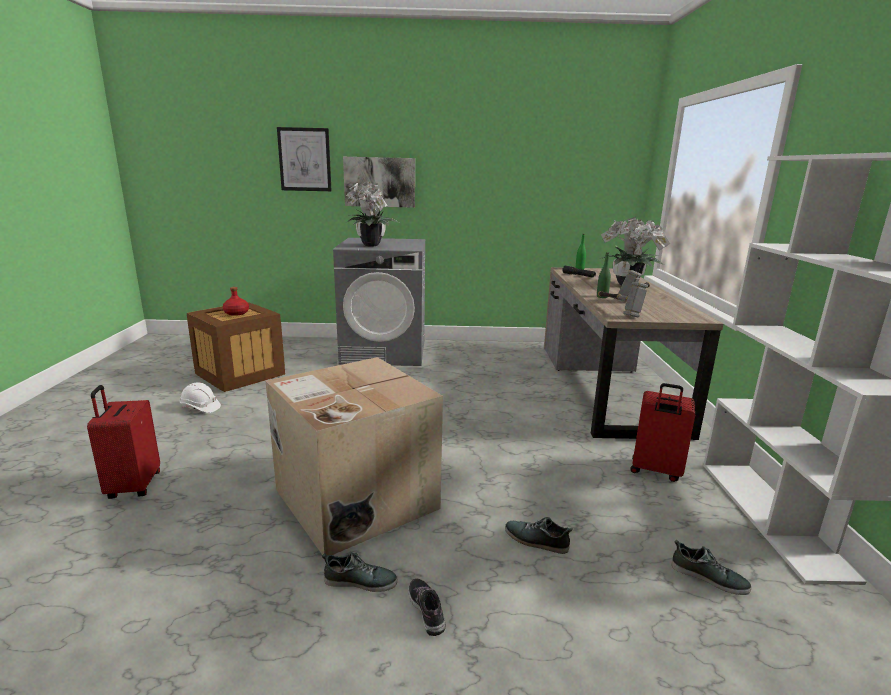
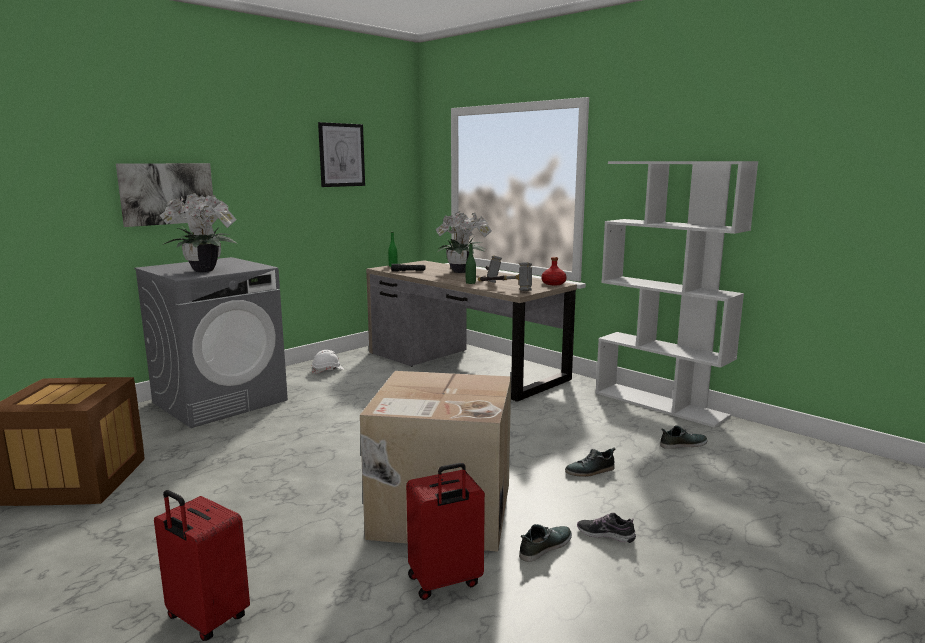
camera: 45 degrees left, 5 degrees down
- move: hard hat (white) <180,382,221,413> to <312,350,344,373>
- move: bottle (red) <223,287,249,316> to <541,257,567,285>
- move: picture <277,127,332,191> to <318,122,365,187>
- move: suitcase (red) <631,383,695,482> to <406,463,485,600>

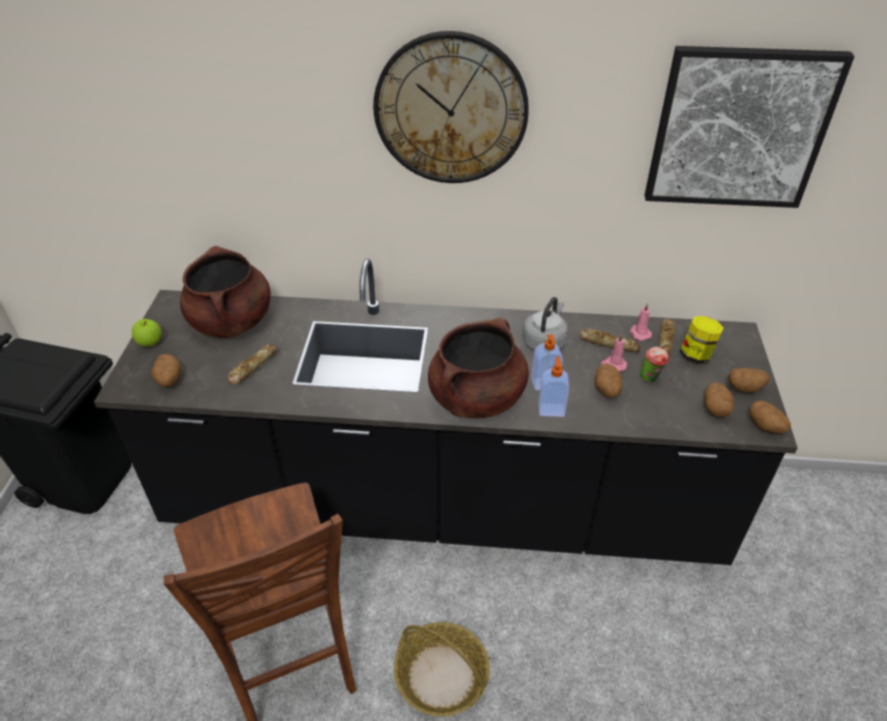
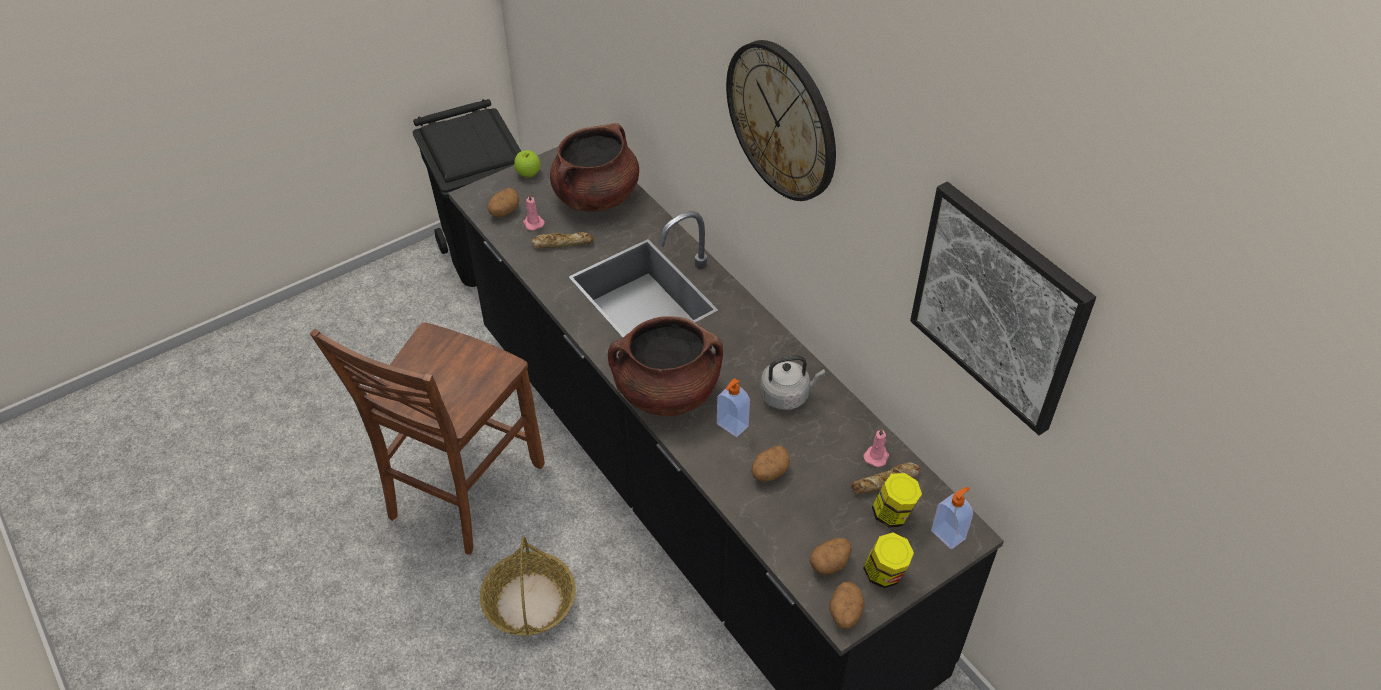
camera: 50 degrees right, 5 degrees up
- delete: bread <580,329,641,352>
- delete: cup <640,347,669,382>
- move: soap dispenser <539,357,569,417> to <931,487,973,549>
- move: candle (pink) <601,334,627,371> to <523,193,545,230>
- replace: potato <728,368,770,393> to jar <863,533,914,588>

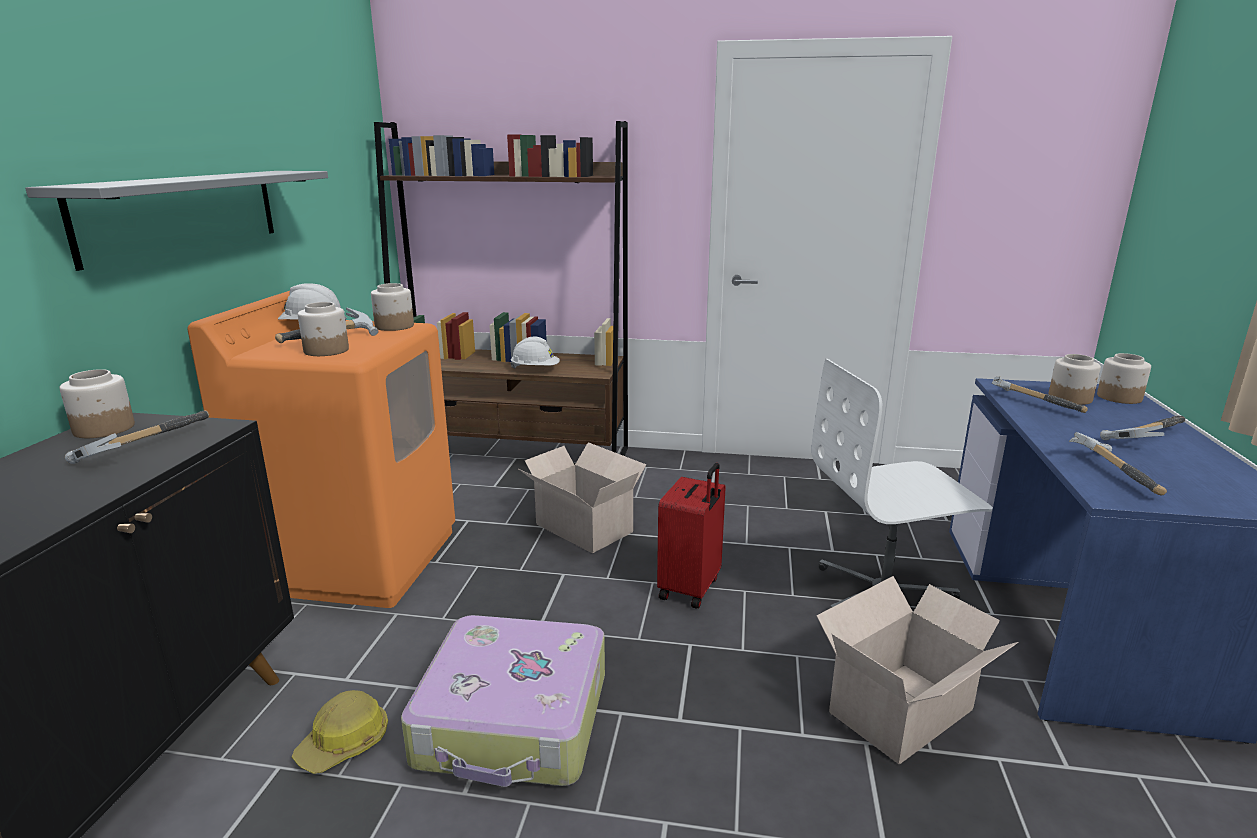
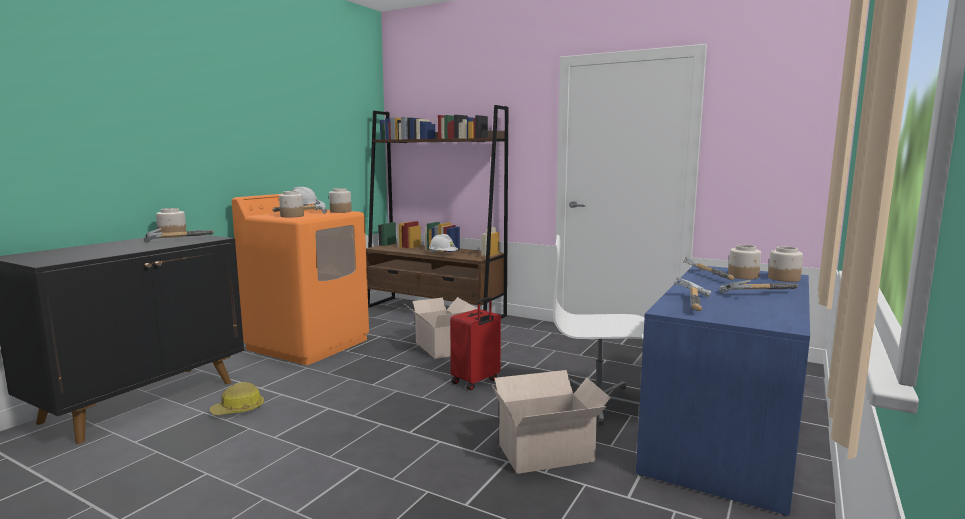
camera: 20 degrees right, 10 degrees down
- delete: shelf (grey) <25,171,328,271>
- delete: suitcase <401,615,605,787>

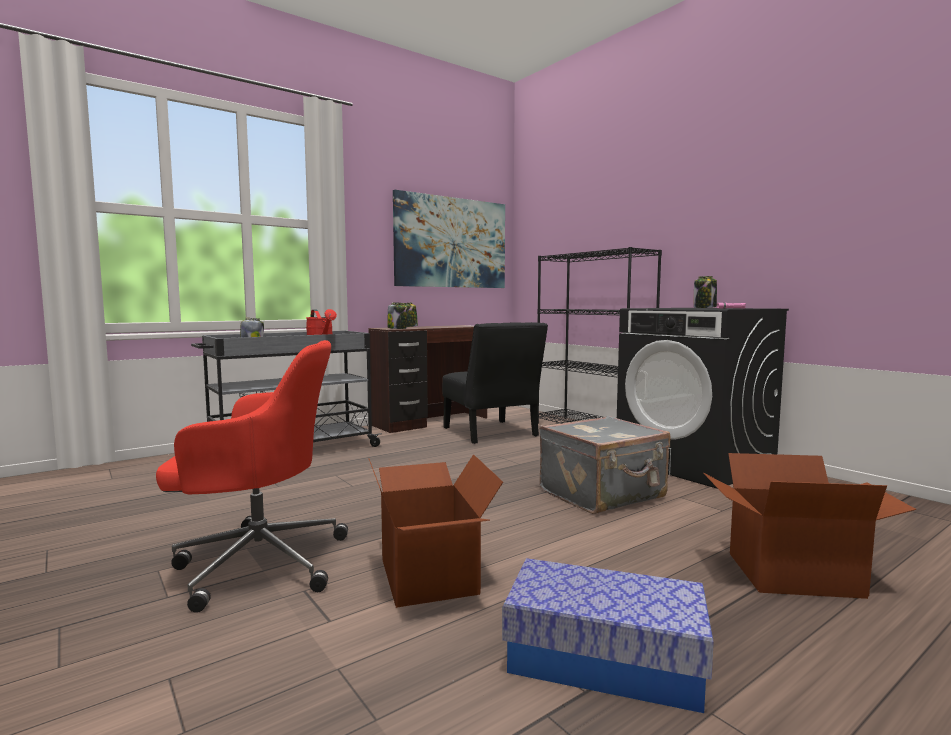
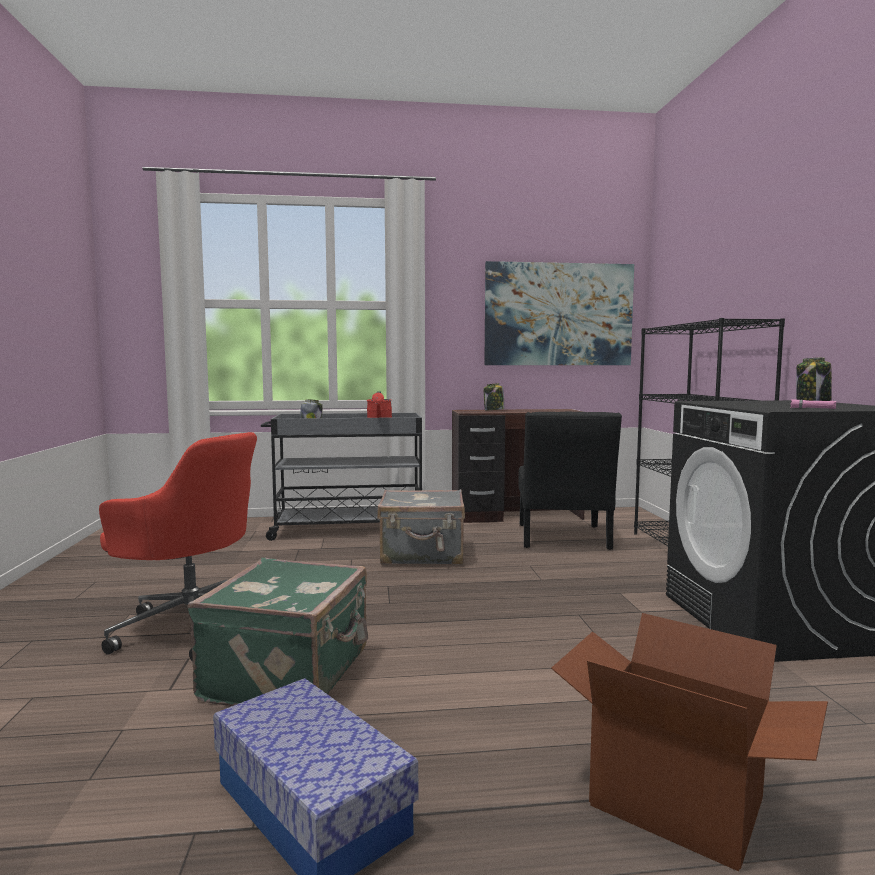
camera: 30 degrees right, 0 degrees up
- delete: jar <387,302,407,329>
- move: suitcase (grey) <539,416,671,514> to <377,489,465,564>
- replace: cardboard box <368,454,503,608> to suitcase (green) <187,558,368,706>

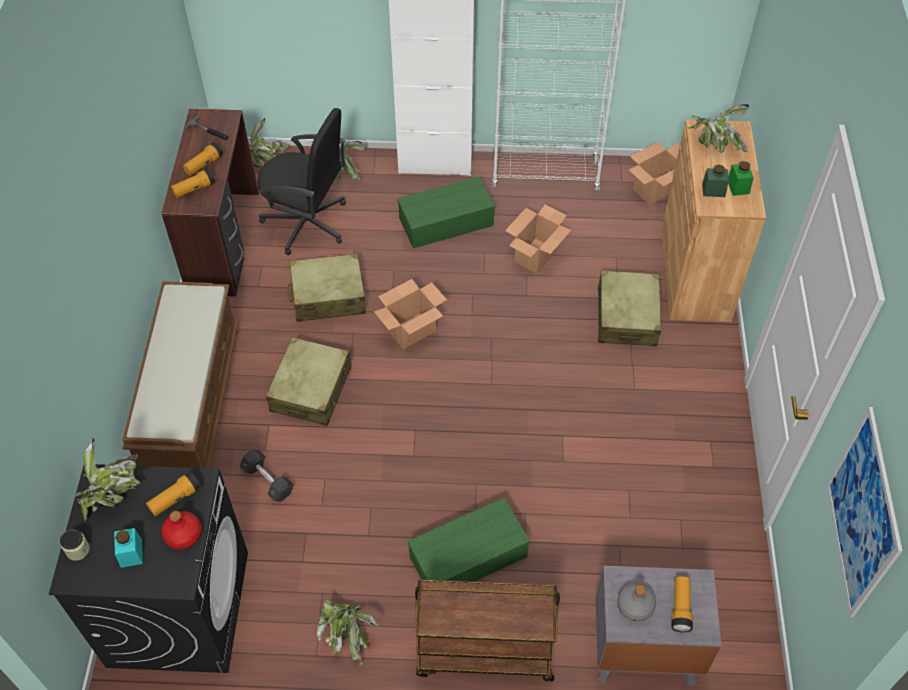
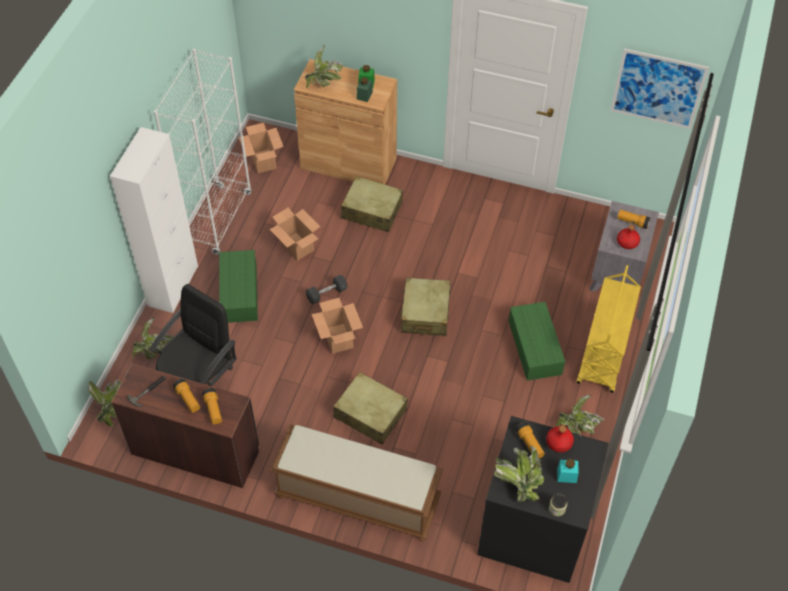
camera: 75 degrees left, 0 degrees up
- move: dumbbell (grey) <240,449,294,502> to <306,275,347,304>
- move: suitcase (beige) <287,254,366,322> to <401,278,451,336>
- recolor: cart (brown) <415,579,560,682> to cart (yellow) <577,265,641,393>
- recolor: bottle (grey) <617,583,656,621> to bottle (red) <617,225,640,249>

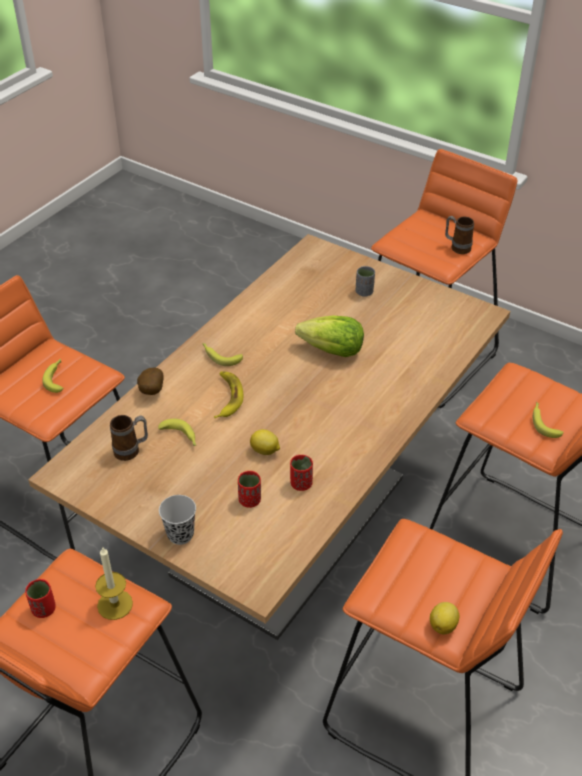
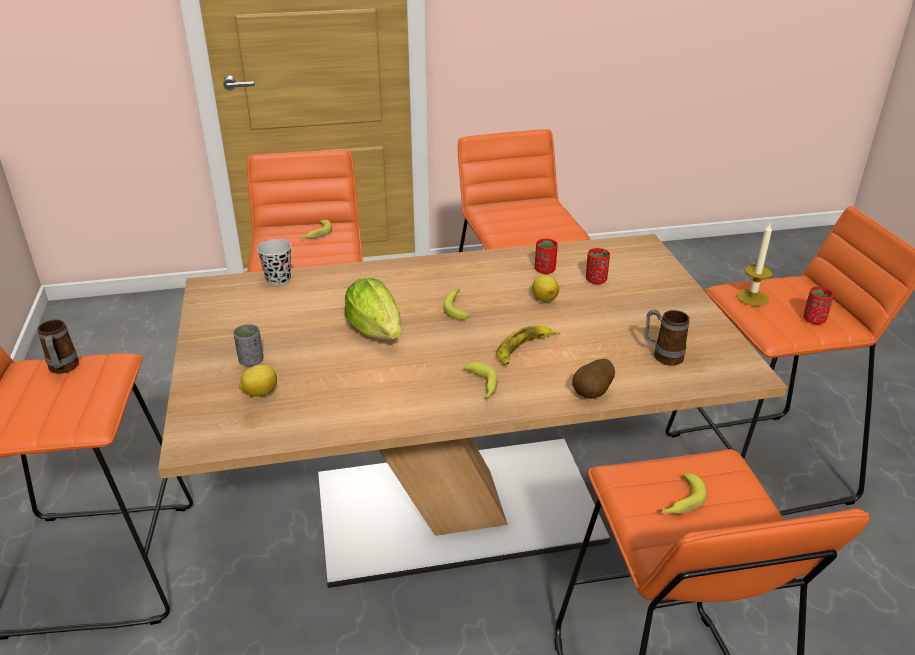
camera: 135 degrees left, 10 degrees down
- move: banana <158,419,197,446> to <443,287,470,320>
- move: cup (black) <159,495,196,545> to <257,239,291,286>
- move: lemon <430,602,459,635> to <239,365,277,397>

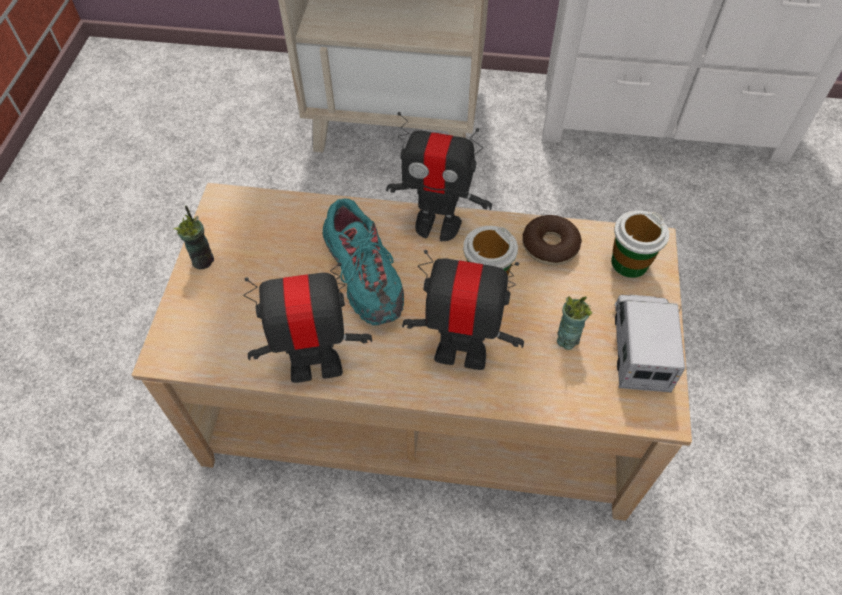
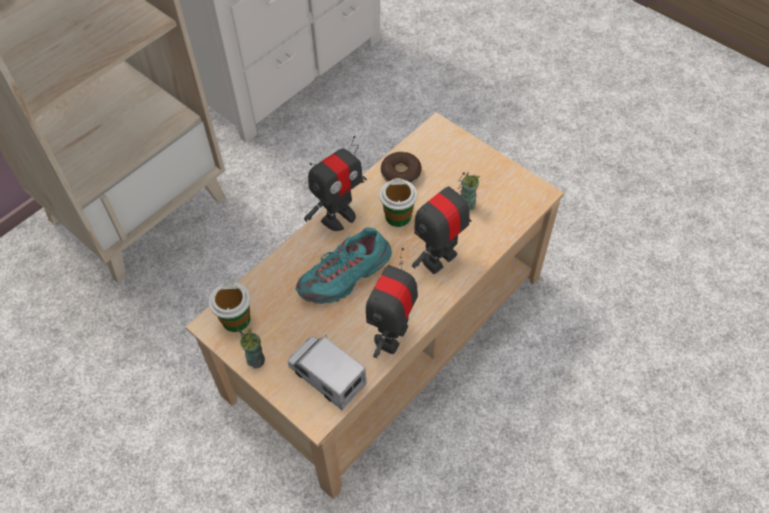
camera: 55 degrees left, 0 degrees up
- move: cup <611,210,669,278> to <209,282,250,332>
- move: toy truck <614,295,685,392> to <288,335,367,410>
- rotate: shoe (turquoise) <323,199,404,325> = <296,227,392,304> 135 degrees clockwise

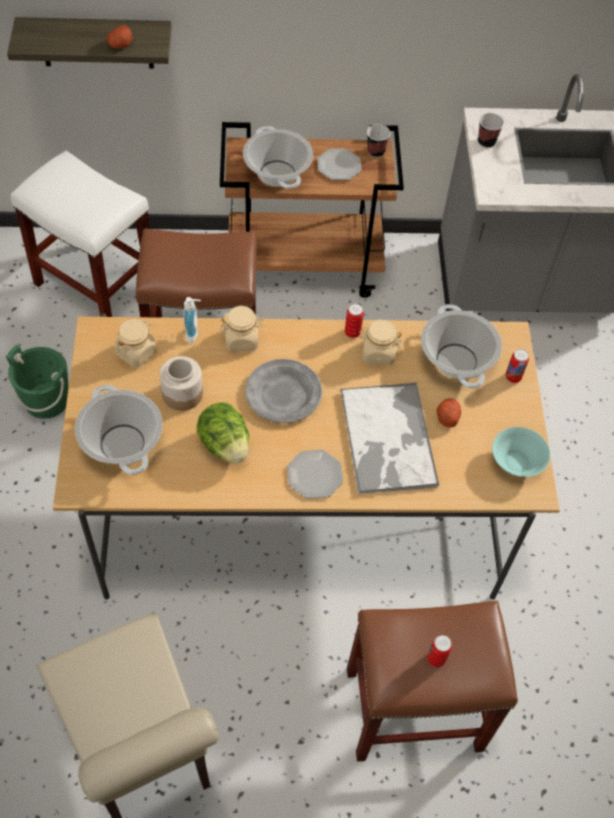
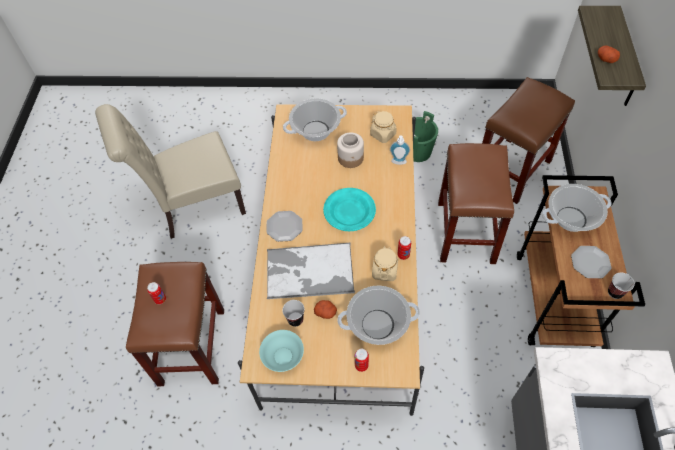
camera: 100 degrees right, 0 degrees up
- delete: lettuce <197,402,249,463>
- delete: jar (beige) <220,306,264,351>
- move: cup <478,113,504,148> to <282,300,304,327>
- recolor: stool (white) <11,150,150,317> to stool (brown) <482,77,575,204>
- recolor: plate (grey) <245,359,322,423> to plate (turquoise) <323,188,376,231>

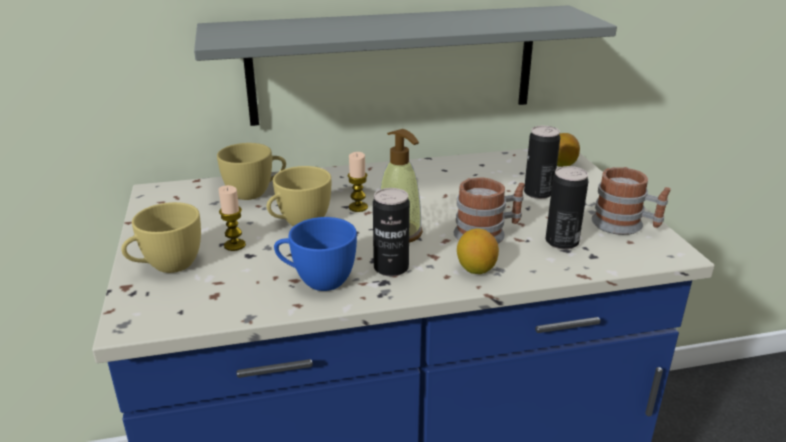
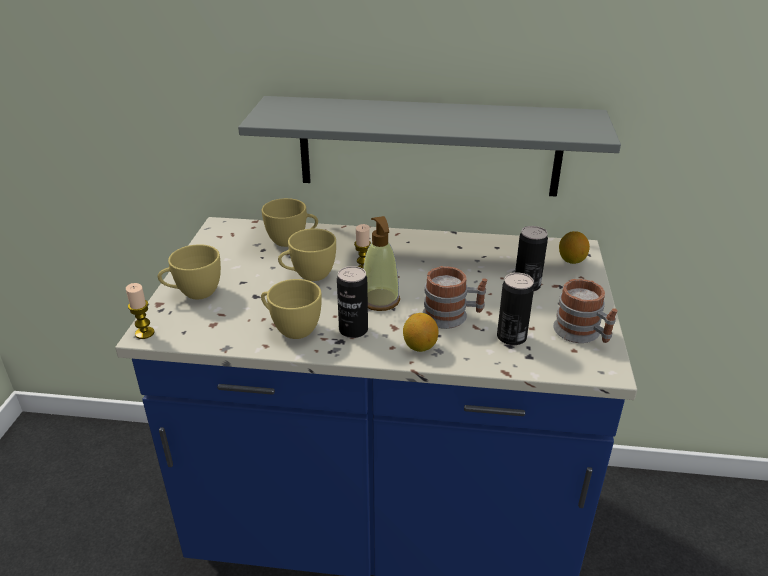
camera: 20 degrees right, 5 degrees up
- move: candle <218,185,246,251> to <126,283,155,339>
- recolor: cup (blue) <274,217,357,291> to cup (yellow) <261,279,322,339>

